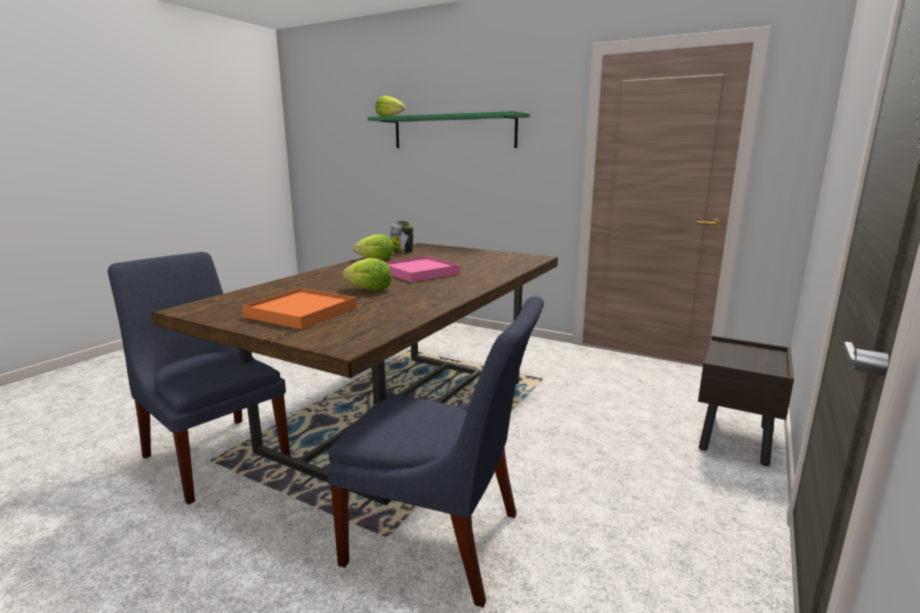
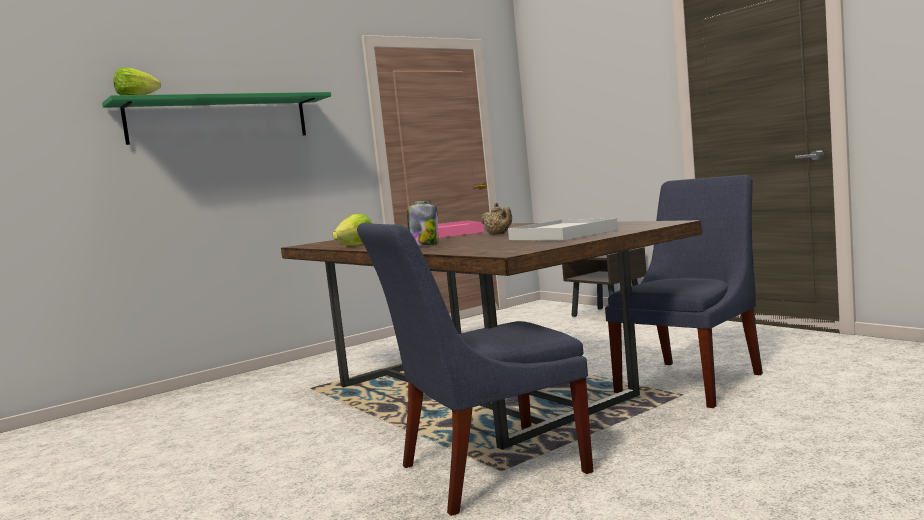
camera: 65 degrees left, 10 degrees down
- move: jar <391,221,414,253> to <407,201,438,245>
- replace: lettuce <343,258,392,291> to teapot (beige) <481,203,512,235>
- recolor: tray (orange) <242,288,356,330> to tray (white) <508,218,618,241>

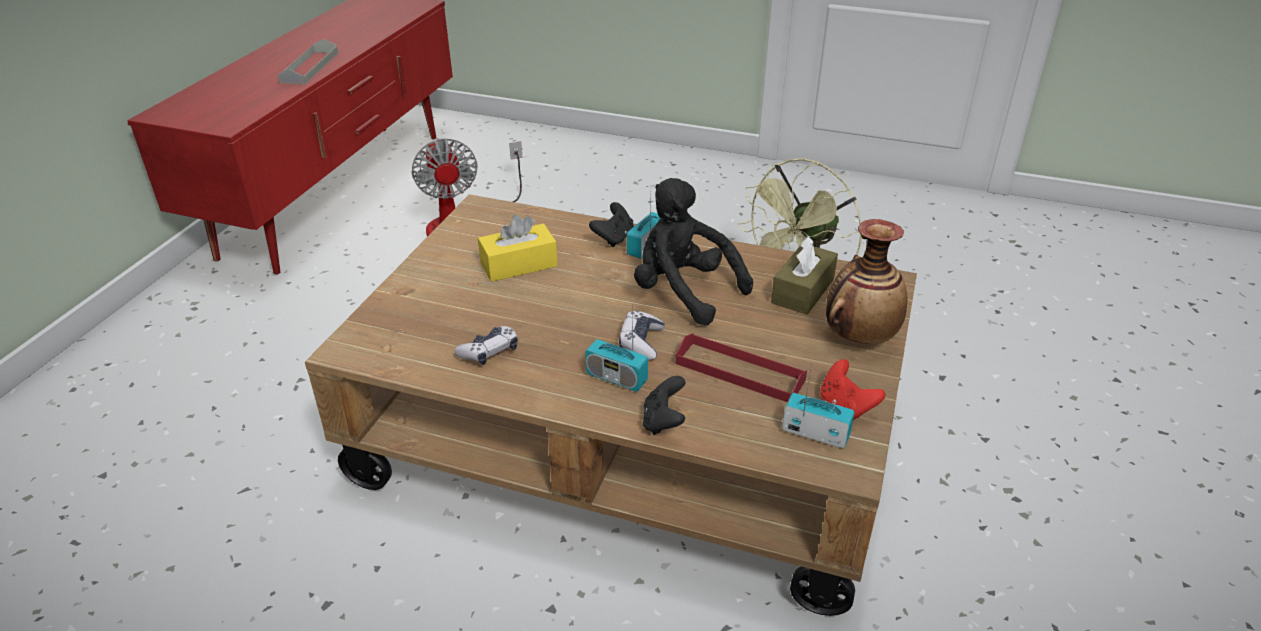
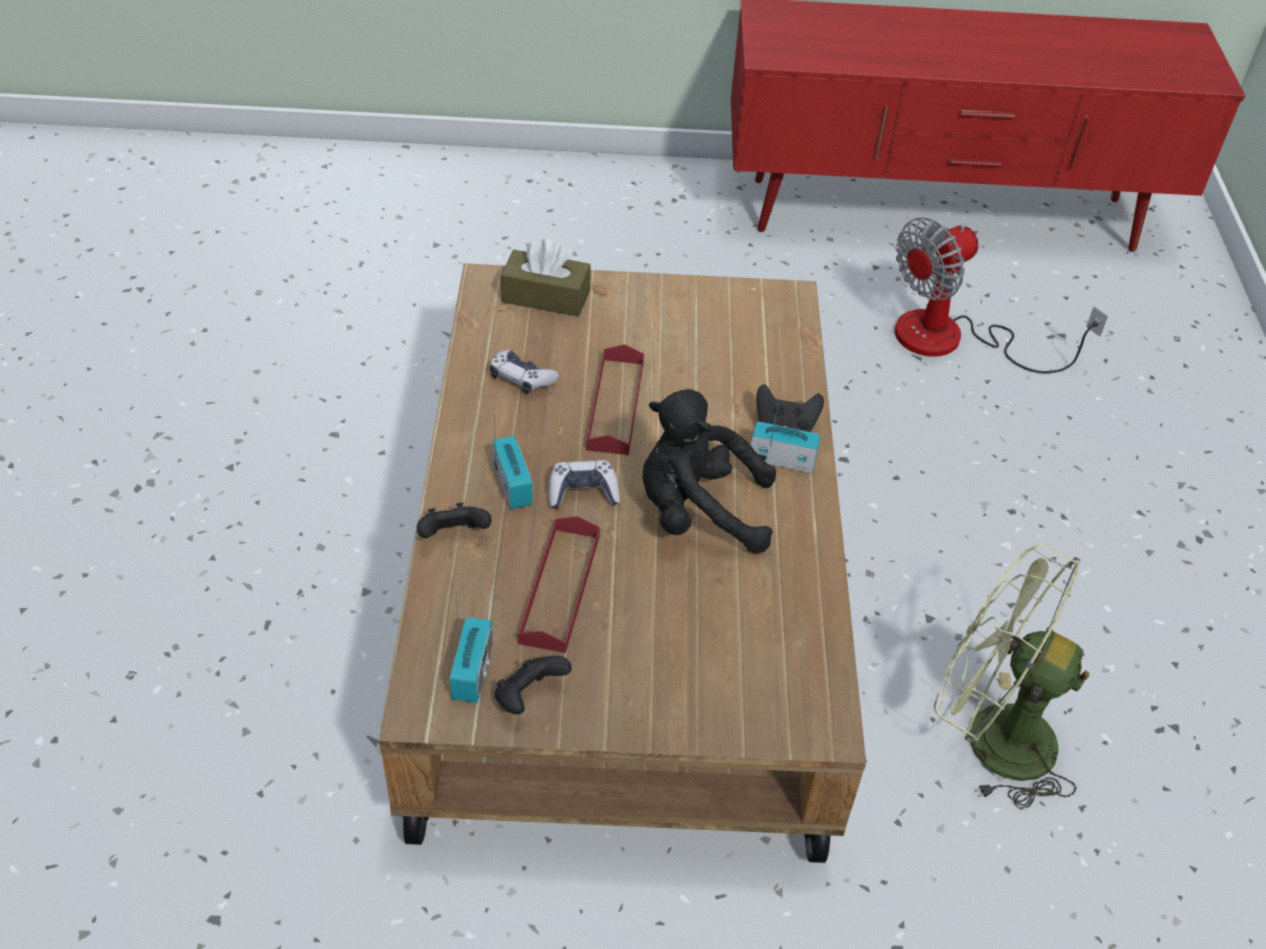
camera: 70 degrees right, 10 degrees up
- delete: tray (grey) <278,39,338,85>
- delete: tissue box (yellow) <478,214,558,282>
- delete: vase <826,219,907,344>
- insert: tray (red) <586,344,644,455>
- move: tissue box (brown) <771,236,838,315> to <501,239,591,317>
- recolor: game controller (red) <820,359,885,420> to game controller (black) <495,656,572,714>
- rotate: radio <585,314,648,392> = <492,406,533,509> 150 degrees clockwise
- rotate: plush toy (black) <634,178,753,325> = <643,389,776,554> 105 degrees counterclockwise

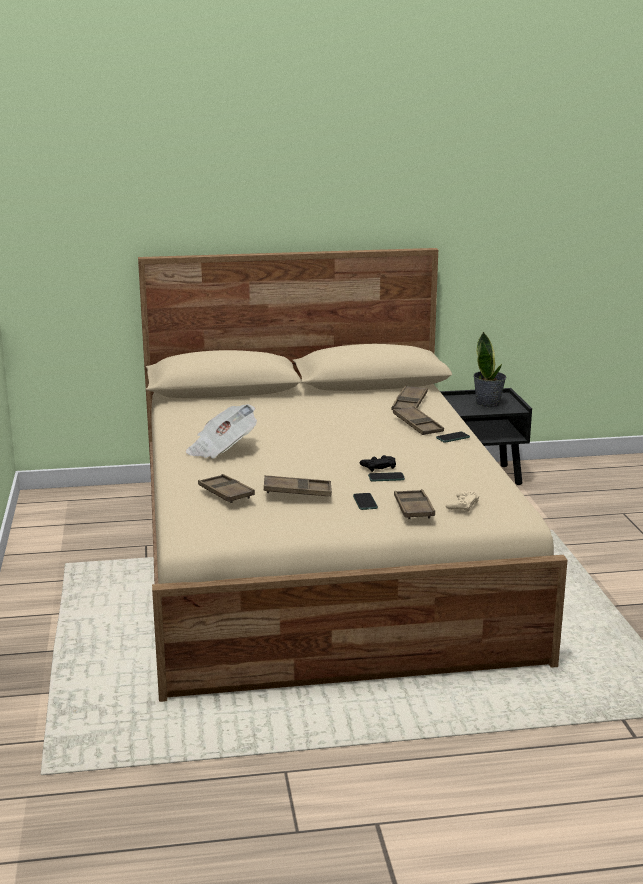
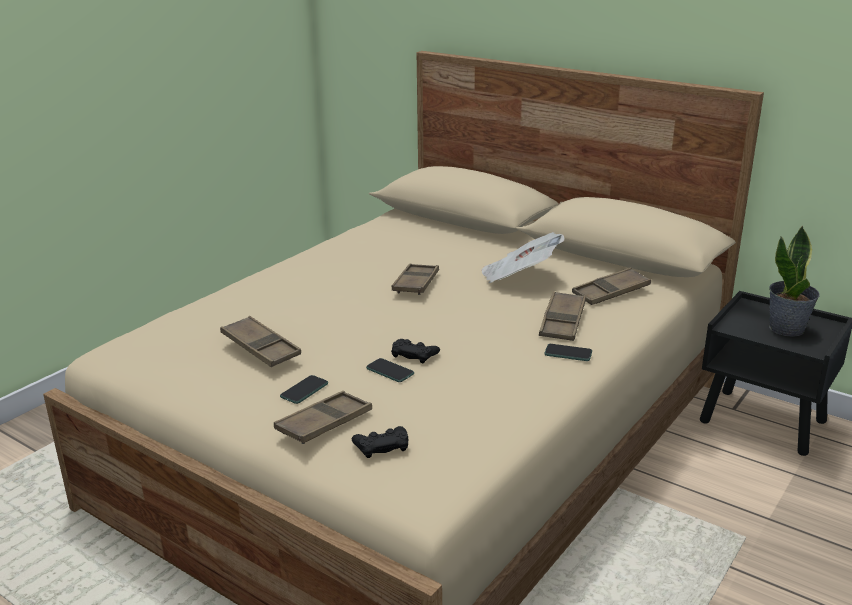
camera: 45 degrees right, 5 degrees up
- move: newspaper <186,404,257,459> to <481,232,564,283>
- move: tray (brown) <198,474,255,503> to <392,263,439,295>
- recolor: game controller (beige) <446,491,479,512> to game controller (black) <352,426,408,458>

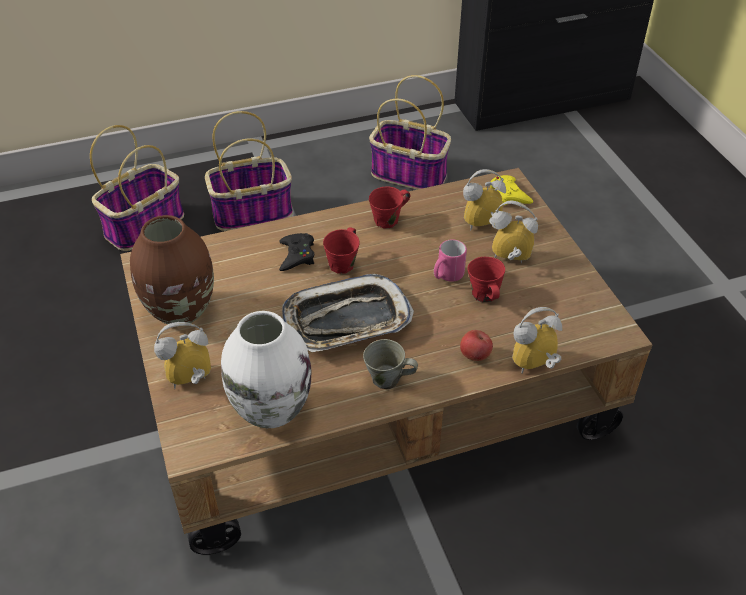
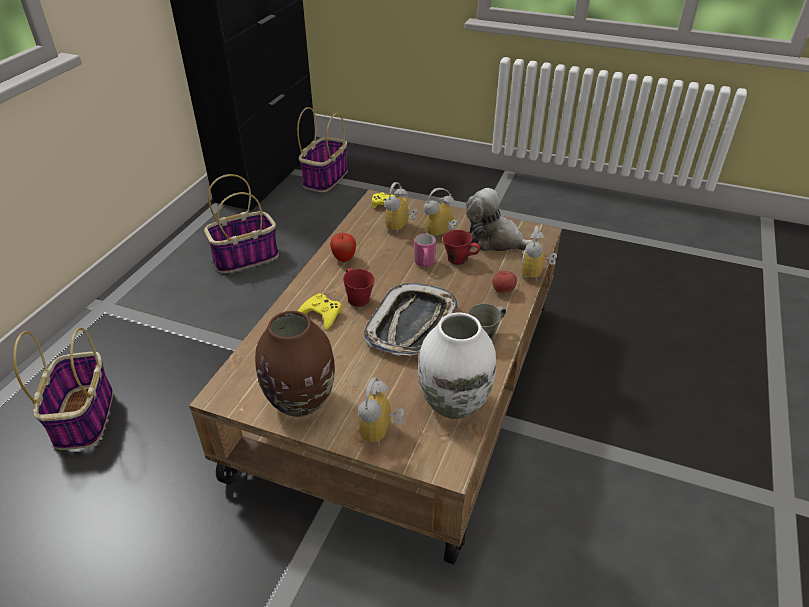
camera: 50 degrees left, 5 degrees down
- insert: plush toy <466,188,534,251>
- move: basket <205,111,293,231> to <297,107,348,192>
- replace: mug (red) <369,187,410,229> to apple <330,233,356,262>
- recolor: game controller (black) <279,233,314,271> to game controller (yellow) <298,293,342,330>

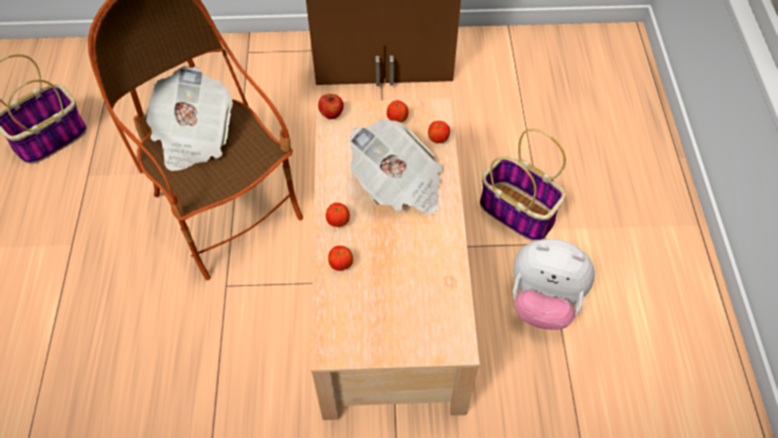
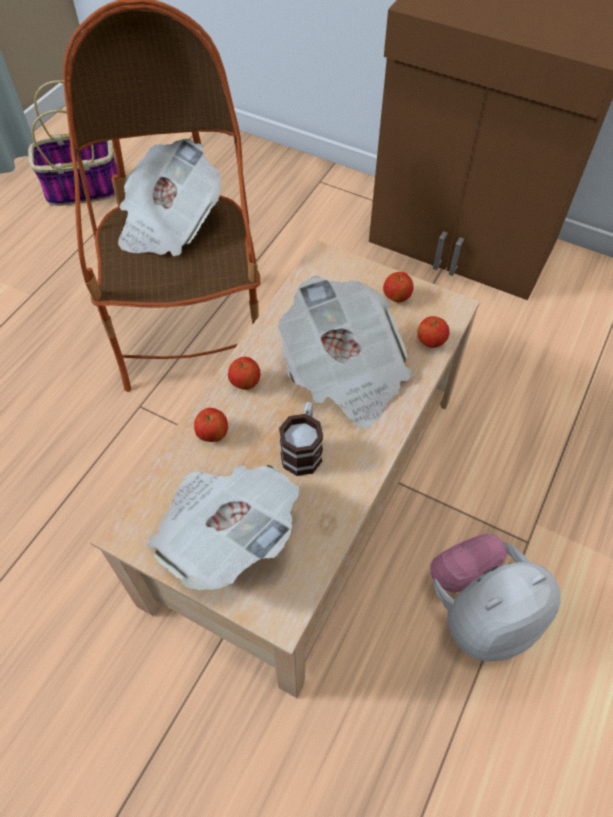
camera: 30 degrees right, 0 degrees up
- delete: apple <318,94,344,119>
- delete: basket <480,129,566,242>
- insert: newspaper <147,465,300,590>
- insert: mug <279,402,323,476>
- rotate: plush toy <513,239,595,330> = <431,534,561,661> 105 degrees clockwise

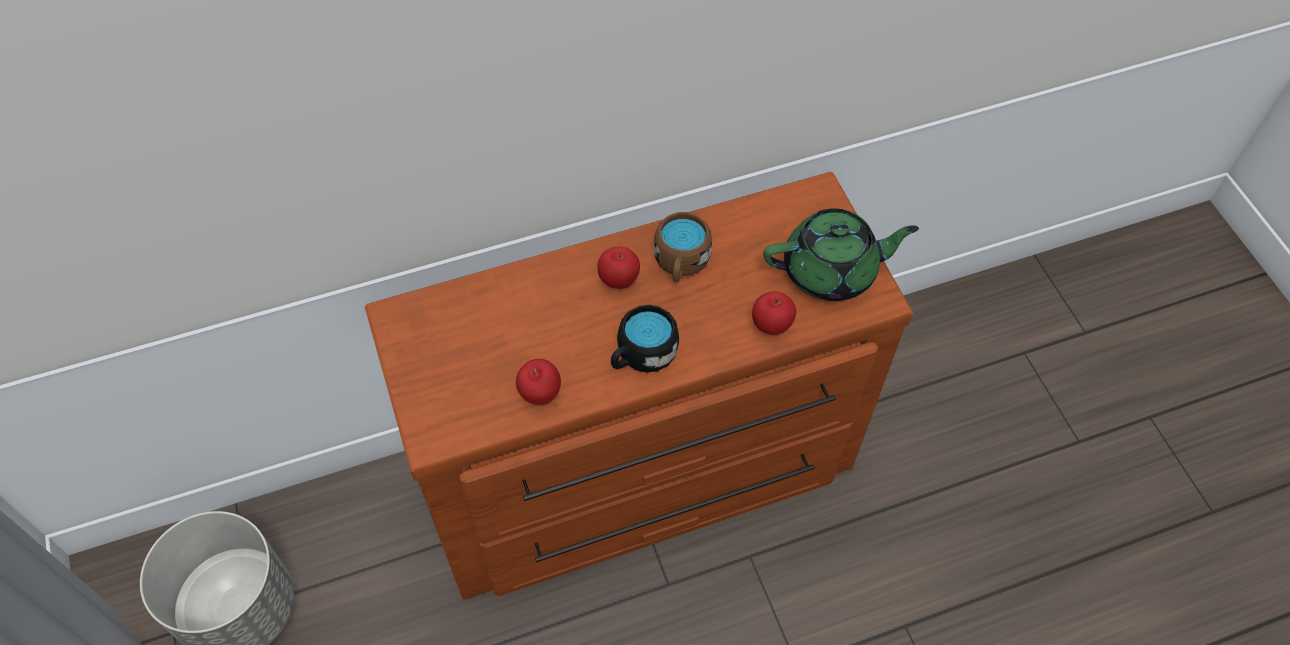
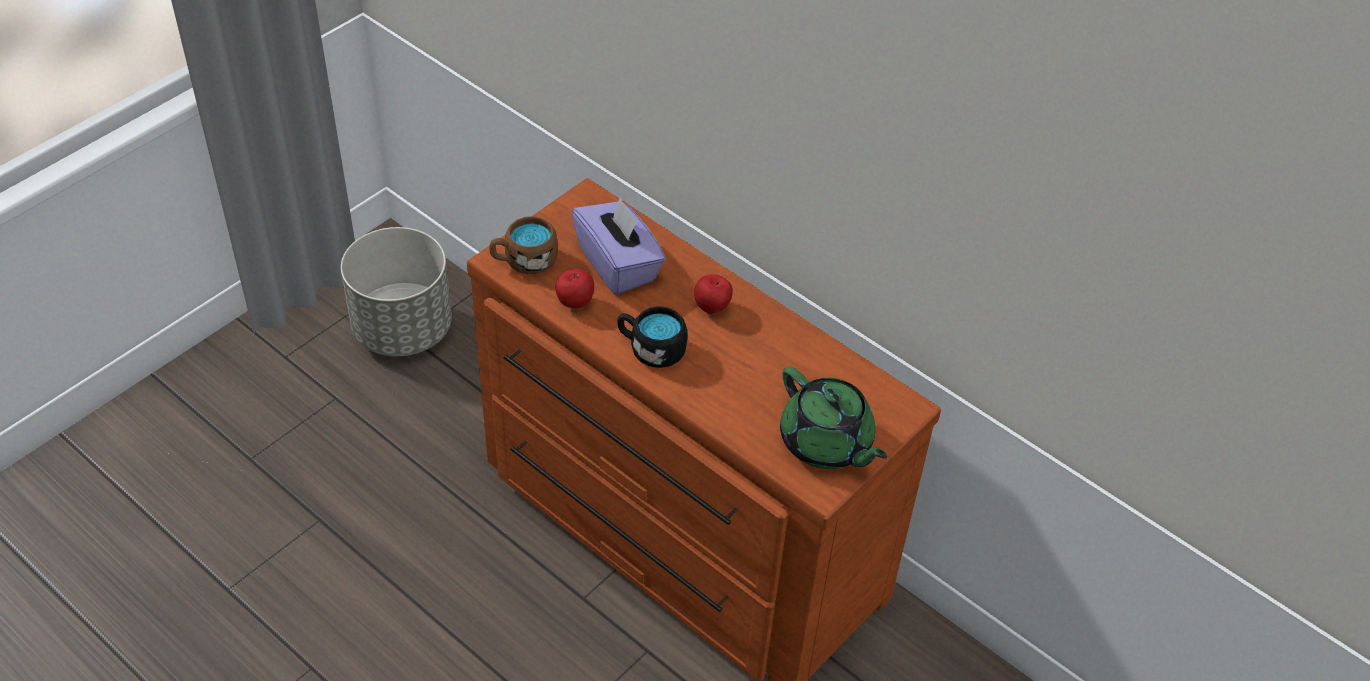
camera: 60 degrees right, 10 degrees down
- delete: apple <752,292,796,335>
- insert: tissue box (purple) <572,196,666,295>
- move: mug (brown) <654,212,712,283> to <489,216,558,274>

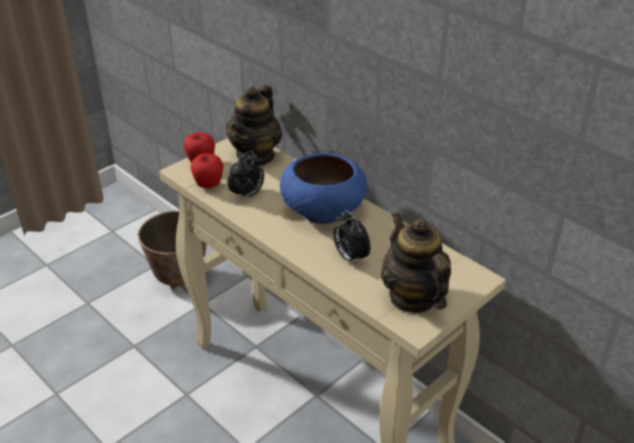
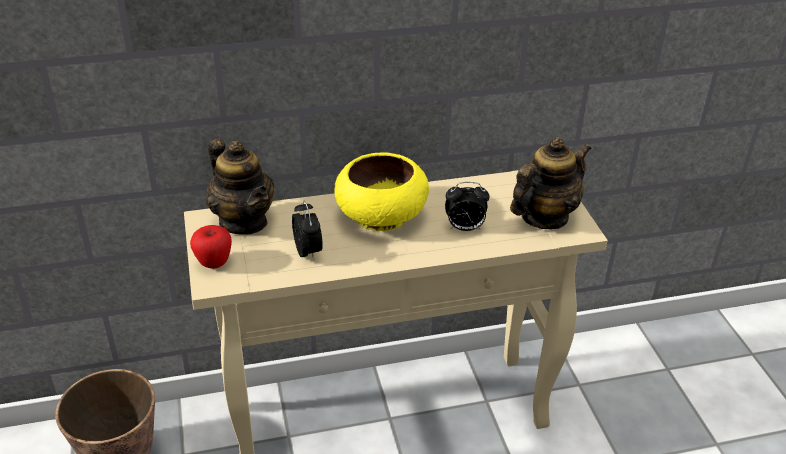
camera: 60 degrees left, 0 degrees up
- delete: apple <191,153,224,189>
- recolor: bowl (blue) <280,153,367,224> to bowl (yellow) <334,152,429,231>
- rotate: teapot <381,212,451,313> = <510,137,592,229> 135 degrees clockwise

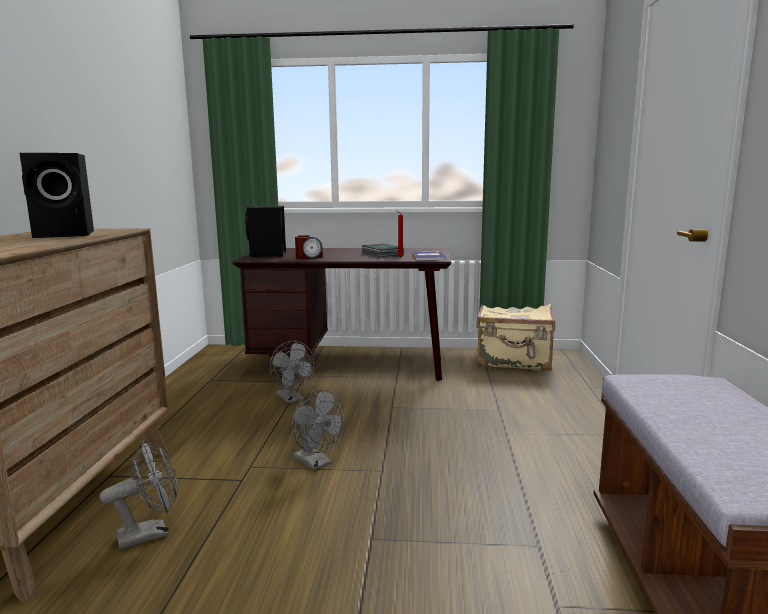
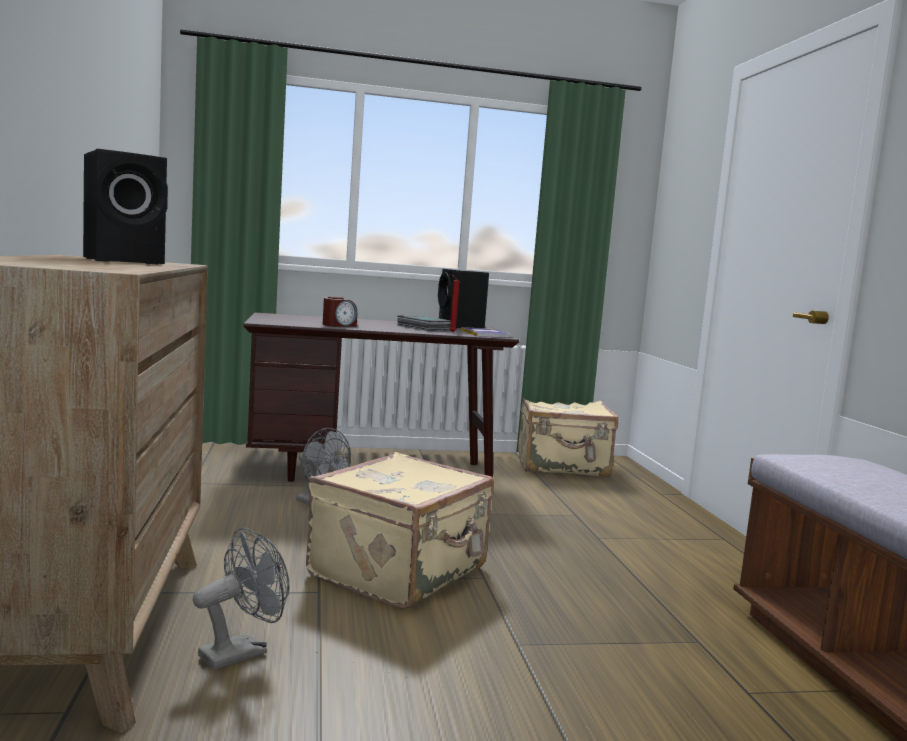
camera: 15 degrees left, 5 degrees down
- move: speaker (black) <245,206,286,257> to <438,269,489,329>
- replace: fan (grey) <292,389,344,471> to suitcase (beige) <306,452,494,609>

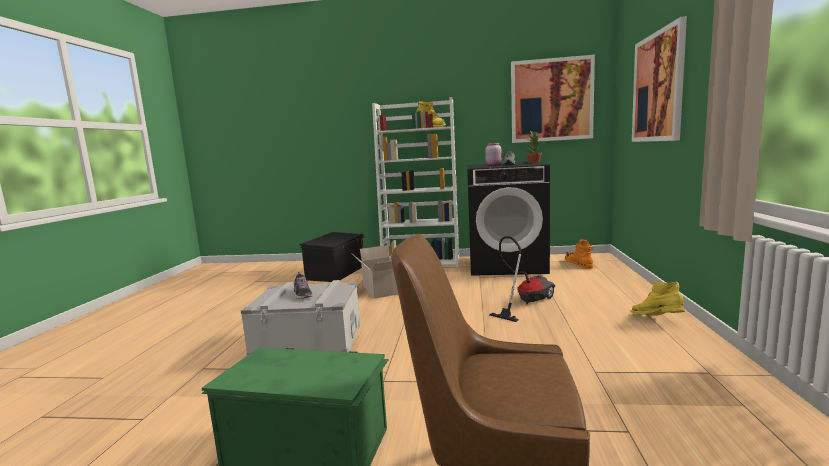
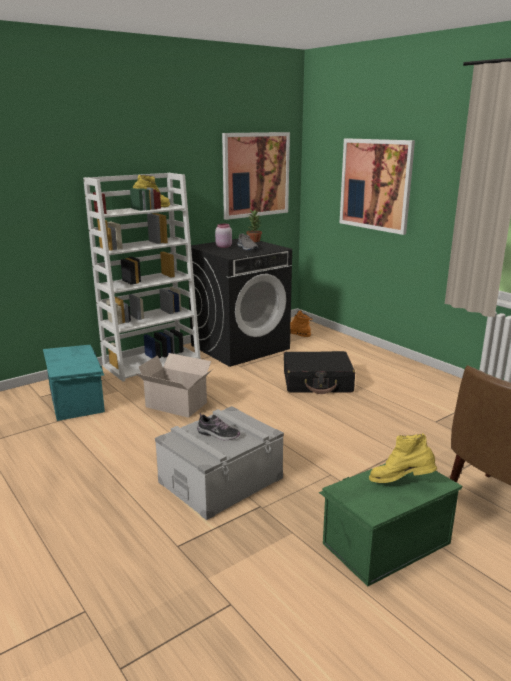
camera: 45 degrees left, 10 degrees up
- move: boot (yellow) <631,281,685,315> to <369,433,437,483>
- replace: vacuum cleaner <489,236,555,322> to suitcase (black) <284,351,355,394>
- recolor: storage box (black) <300,232,365,282> to storage box (turquoise) <43,345,105,421>

